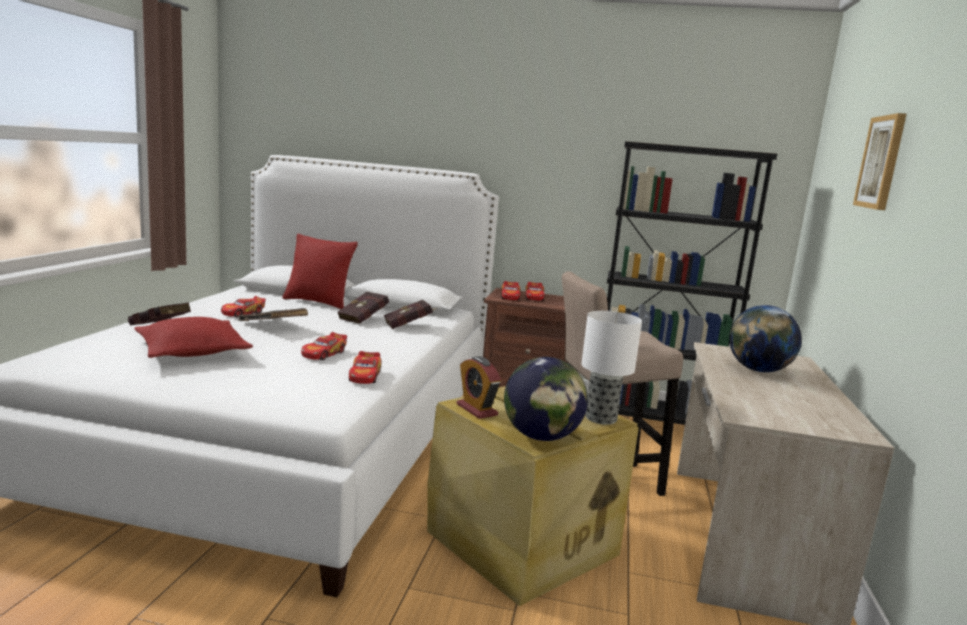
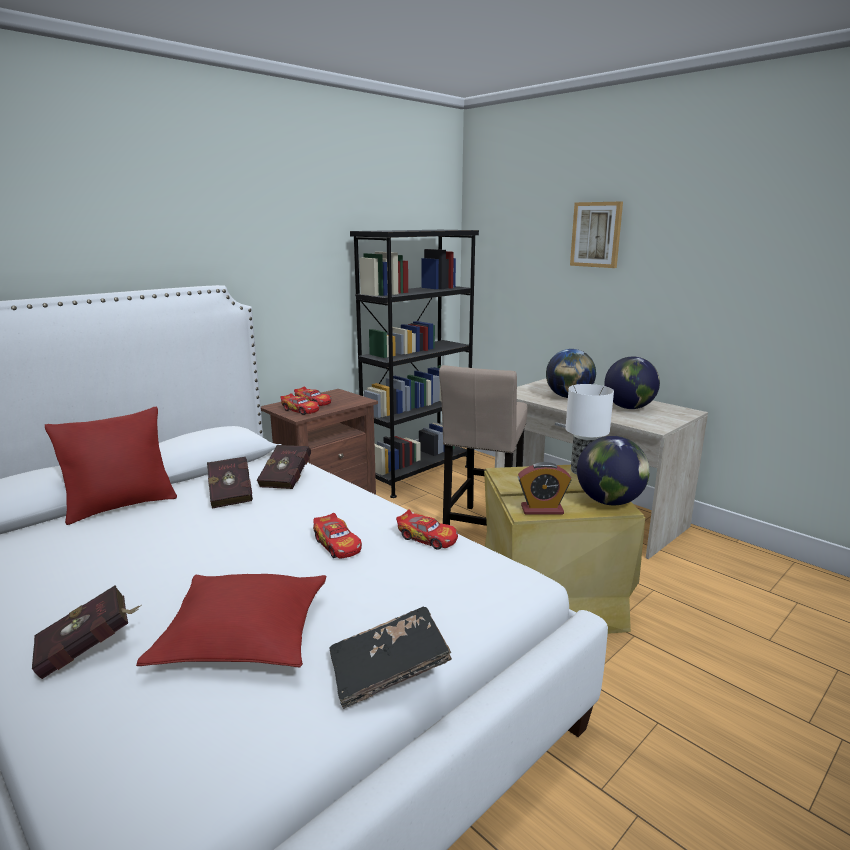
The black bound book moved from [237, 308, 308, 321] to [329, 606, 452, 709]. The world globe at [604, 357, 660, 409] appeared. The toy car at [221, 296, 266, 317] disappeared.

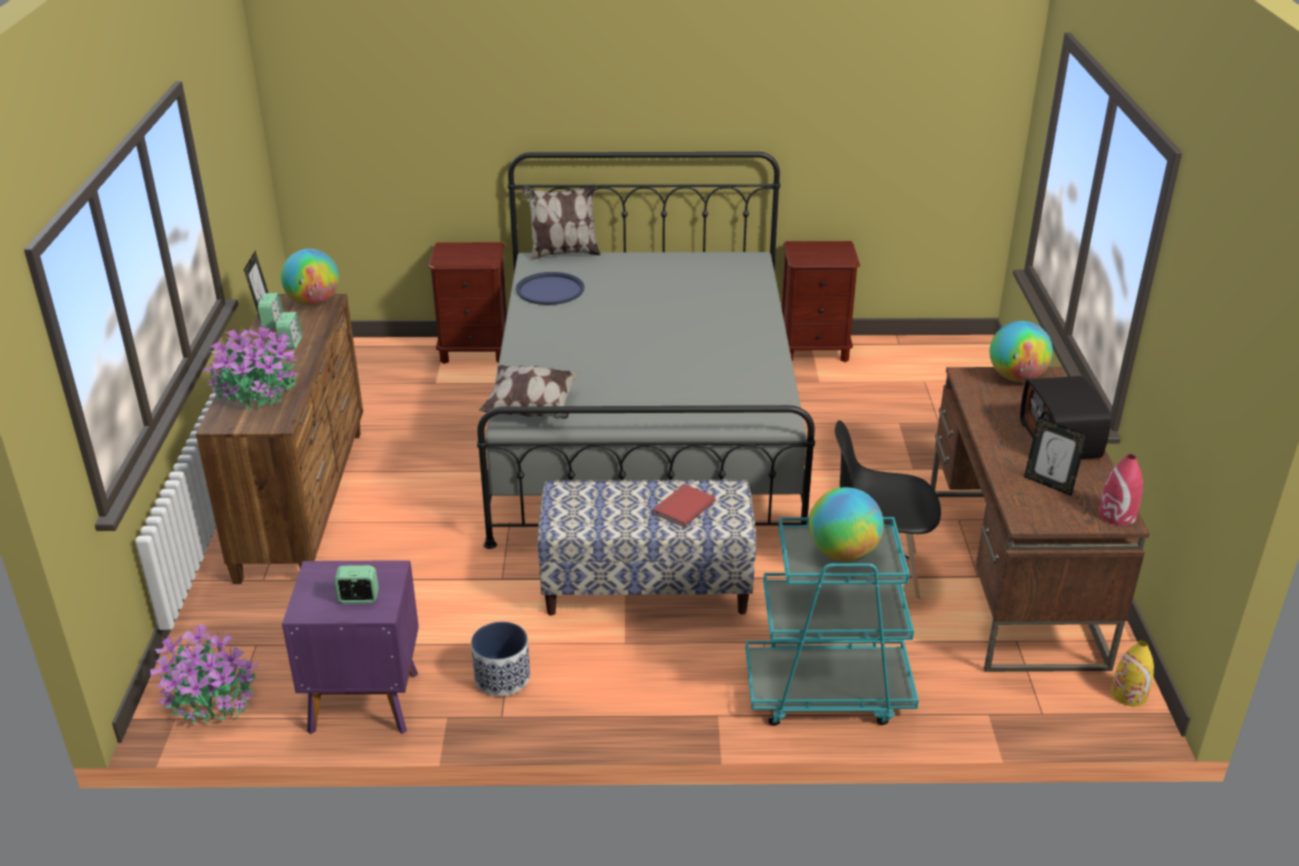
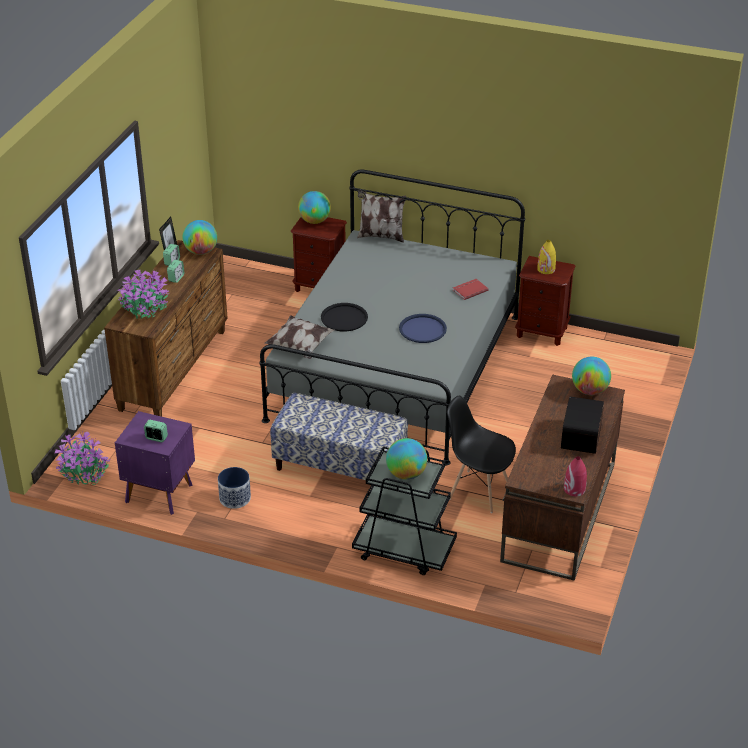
The world globe at [298, 191, 331, 224] appeared. The black tray at [321, 303, 368, 331] appeared. The blue-green cart at [746, 509, 919, 726] became the black cart at [352, 446, 457, 575]. The blue tray moved from [516, 272, 585, 305] to [399, 314, 447, 343]. The red bound book moved from [653, 484, 716, 527] to [453, 279, 488, 300]. The yellowish decorative vase moved from [1111, 640, 1154, 706] to [537, 240, 556, 274]. The picture frame at [1024, 417, 1087, 496] disappeared.

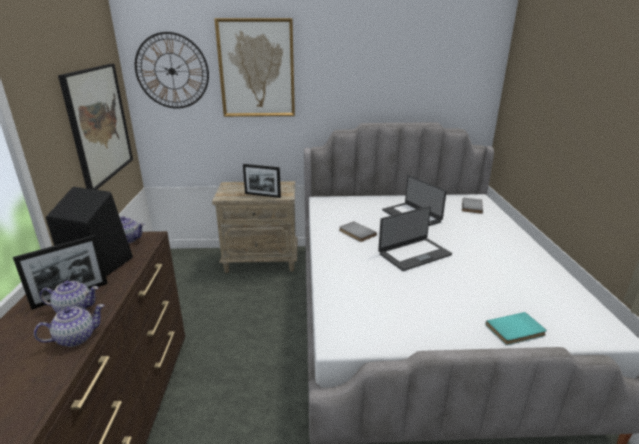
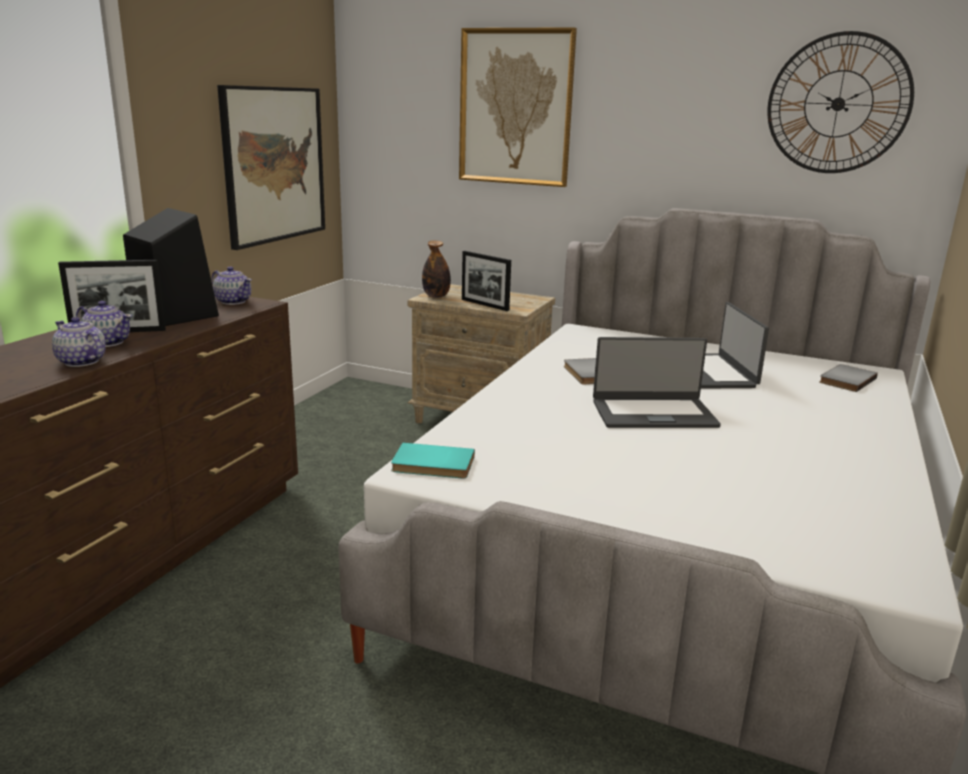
The tea pot at [34, 304, 105, 347] turned 135 degrees counterclockwise. The blue-green bound book moved from [485, 312, 547, 345] to [391, 443, 475, 478]. The beverage bottle at [422, 240, 451, 298] appeared. The clock on the wall moved from [135, 32, 209, 109] to [768, 31, 914, 173].

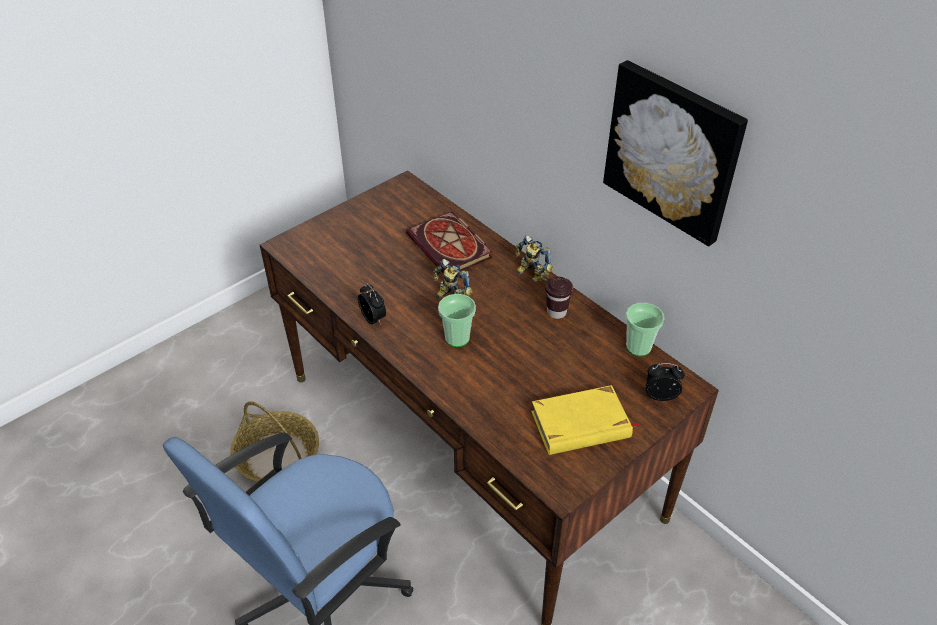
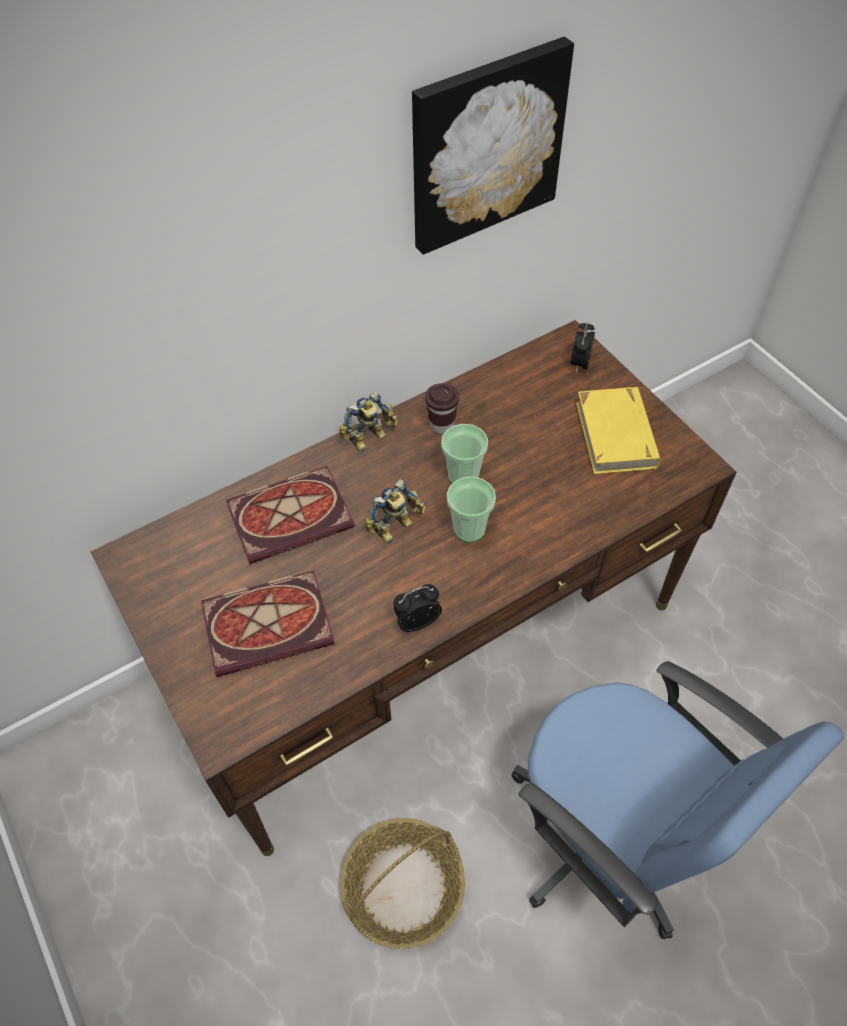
The bound book at [201, 570, 335, 677] appeared. The cup moved from [625, 303, 664, 356] to [441, 424, 488, 484].

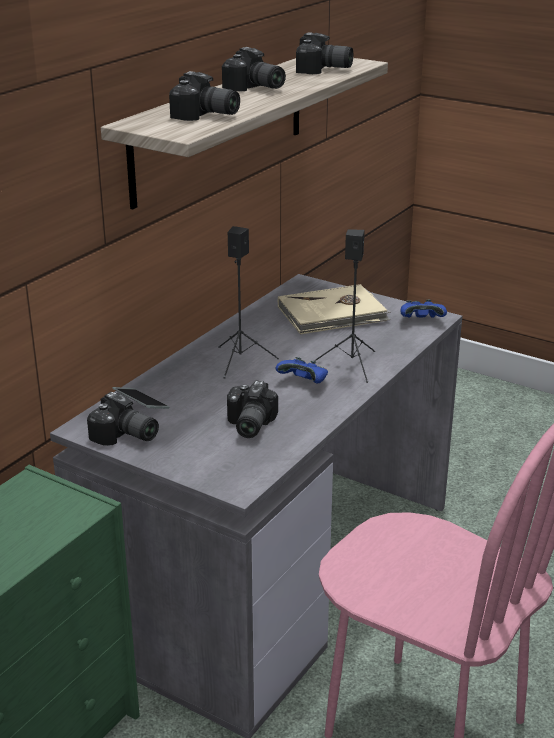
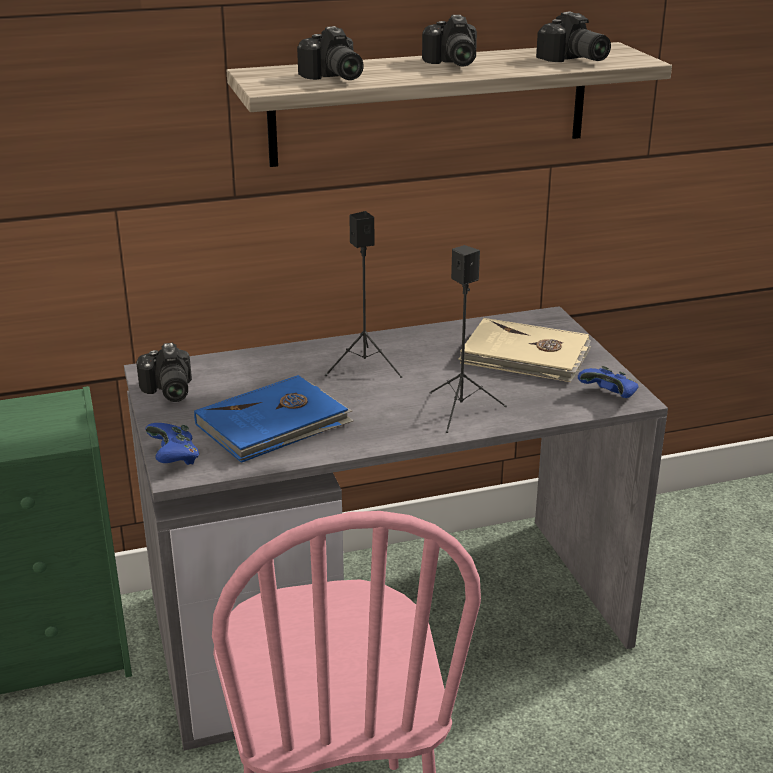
The blue game controller moved from [276, 357, 328, 383] to [145, 423, 199, 465]. The photo camera at [227, 381, 278, 438] was replaced by the blue bound book at [194, 375, 354, 463]. The telephone at [112, 387, 170, 409] disappeared.

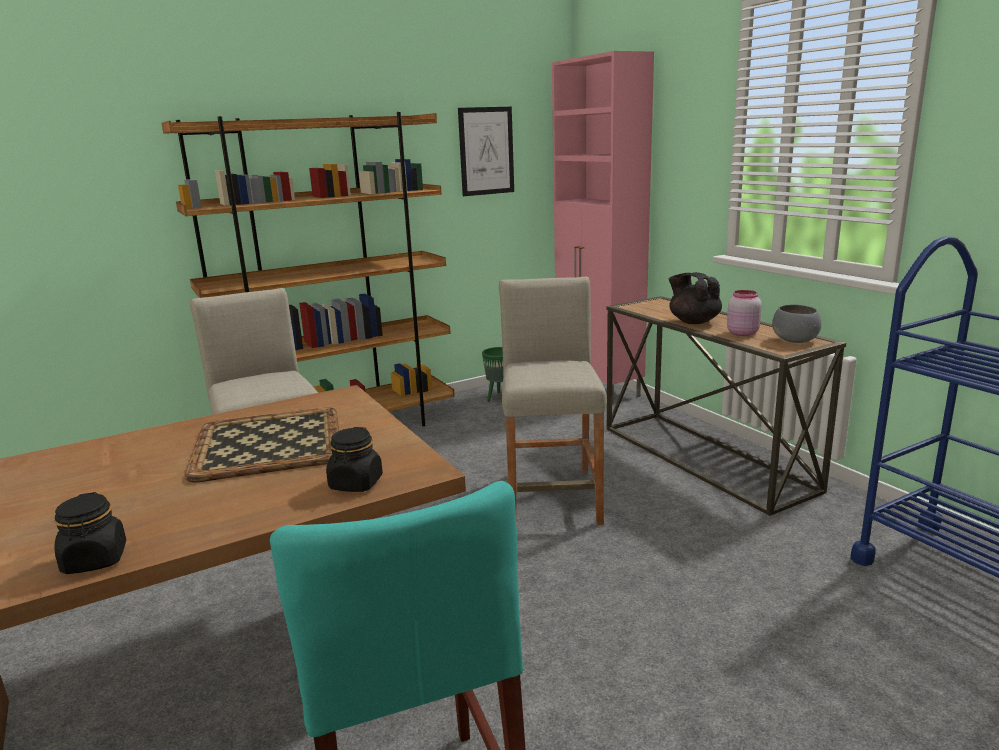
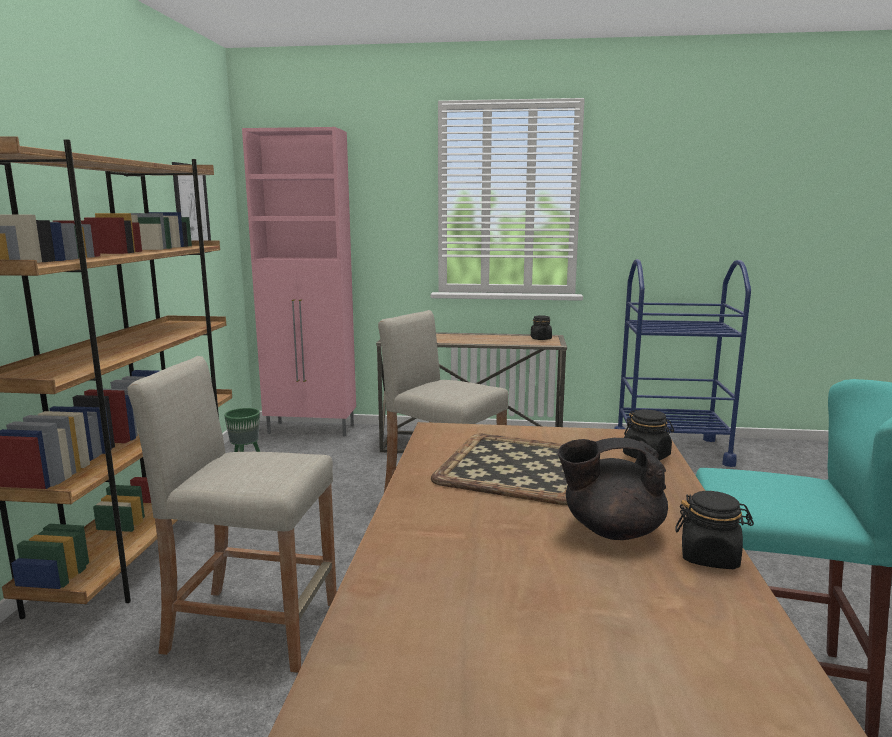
The greyish deep dish at [772, 305, 822, 343] was replaced by the black preserve jar at [531, 315, 552, 340]. The black tea pot moved from [669, 272, 722, 324] to [558, 438, 668, 540]. The pinkish preserve jar at [727, 290, 762, 336] disappeared.

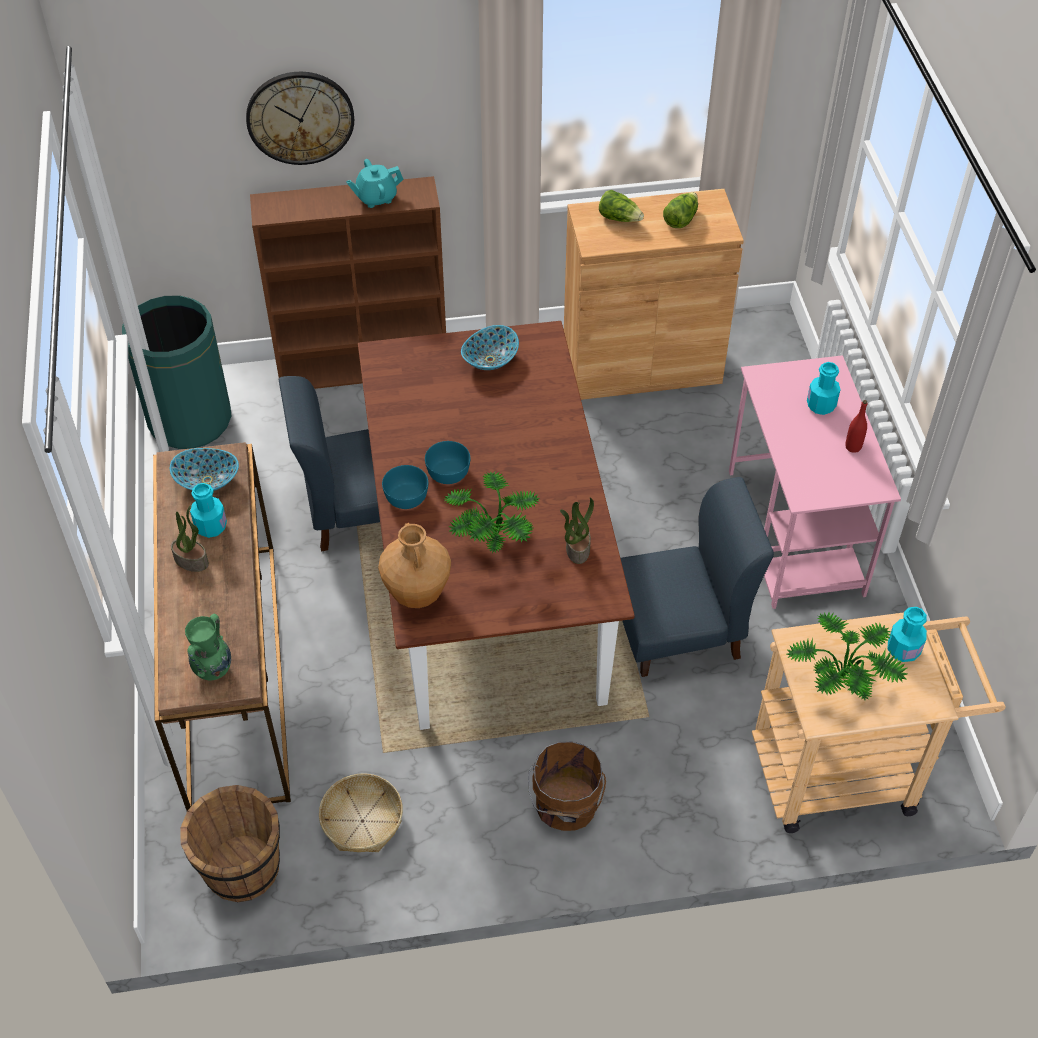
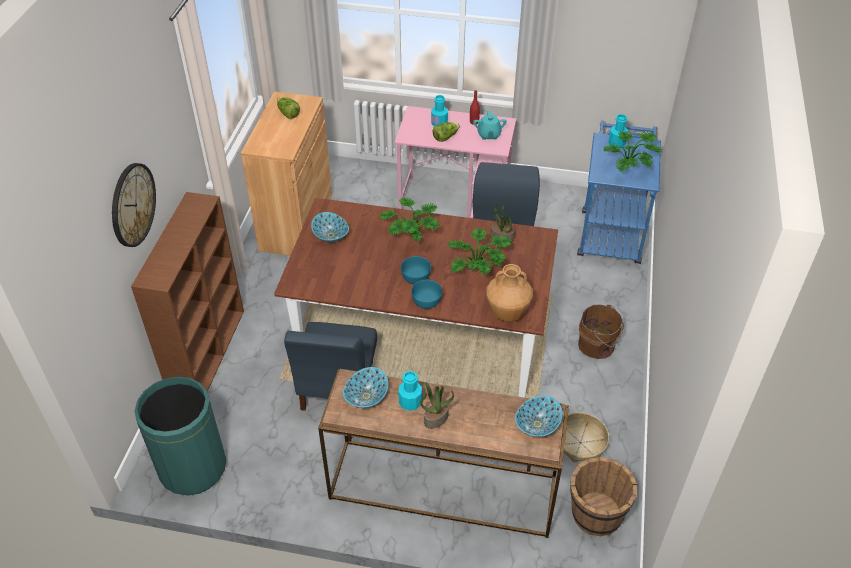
The houseplant at [378, 197, 440, 242] appeared. The head of lettuce moved from [599, 190, 644, 222] to [433, 122, 460, 142]. The blue-green tea pot moved from [346, 159, 403, 208] to [473, 111, 507, 140]. The greenish decorative vase at [185, 614, 231, 680] was replaced by the deep dish at [515, 395, 563, 437]. The beige-coloured cart at [752, 612, 1006, 833] became the blue cart at [577, 120, 661, 264].

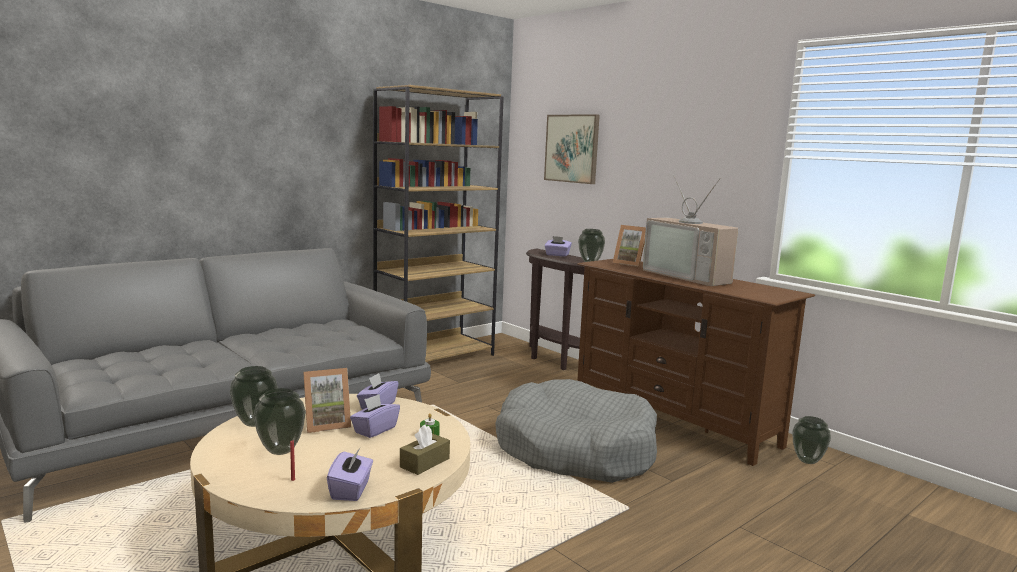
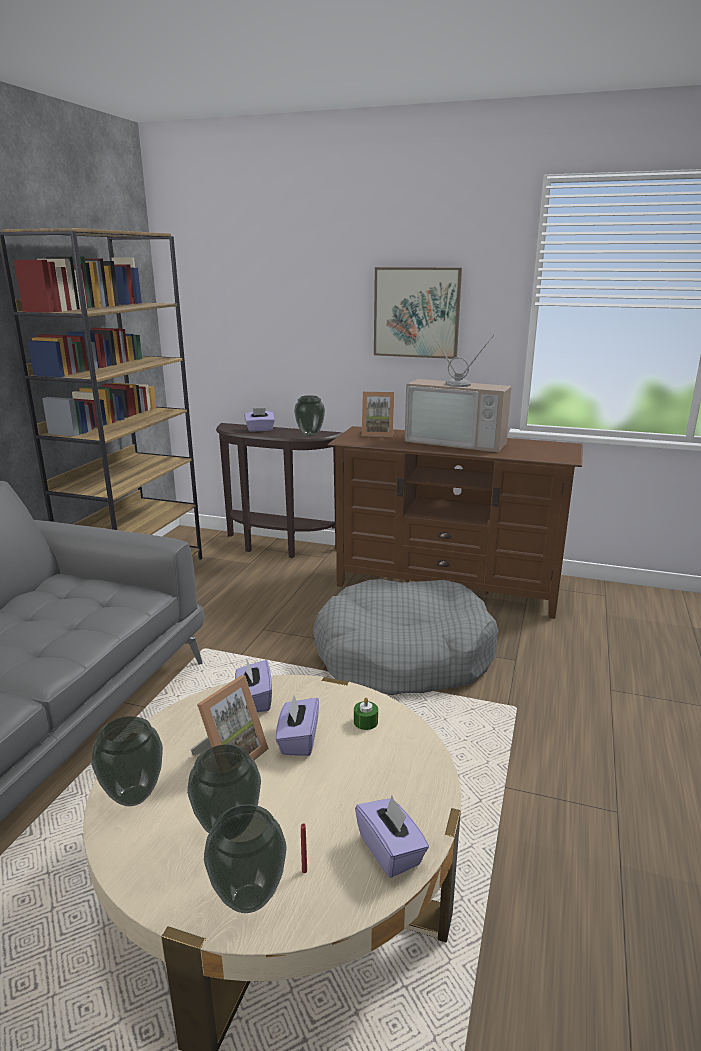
The decorative vase moved from [792, 416, 831, 464] to [204, 804, 287, 913]. The wall art moved from [544, 114, 600, 184] to [374, 267, 462, 359]. The brown-coloured tissue box at [400, 425, 450, 475] disappeared.

